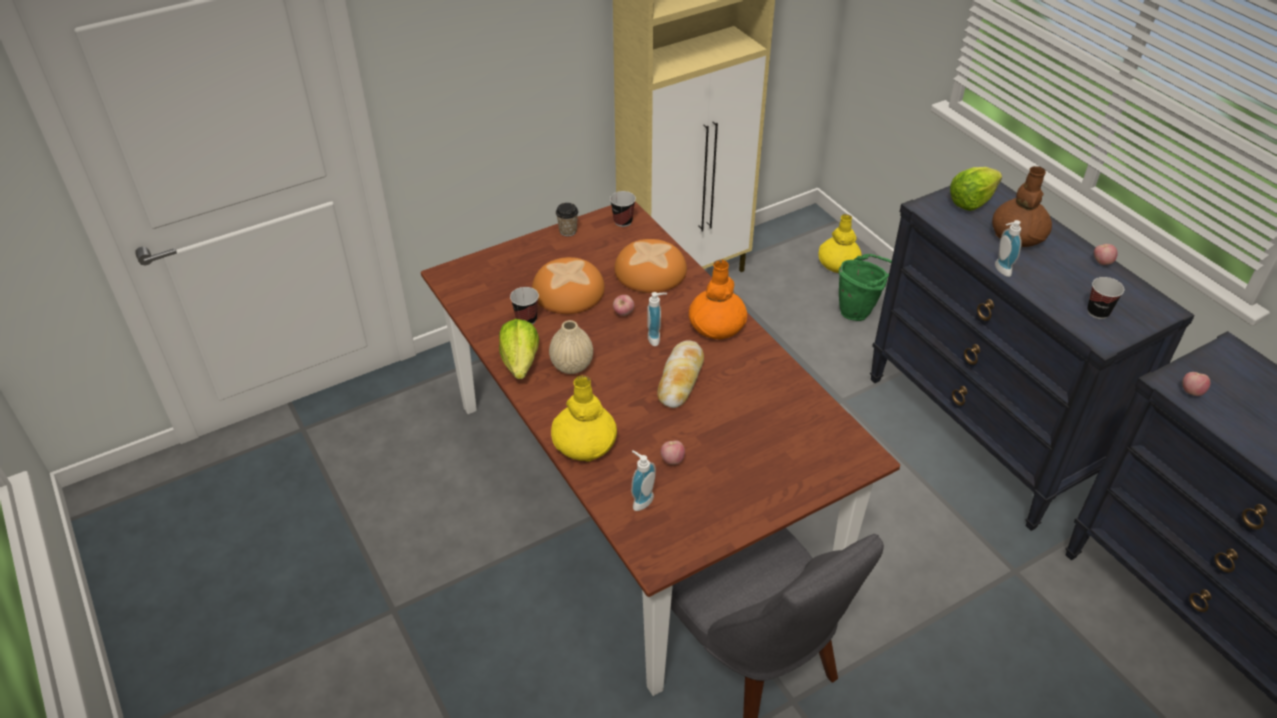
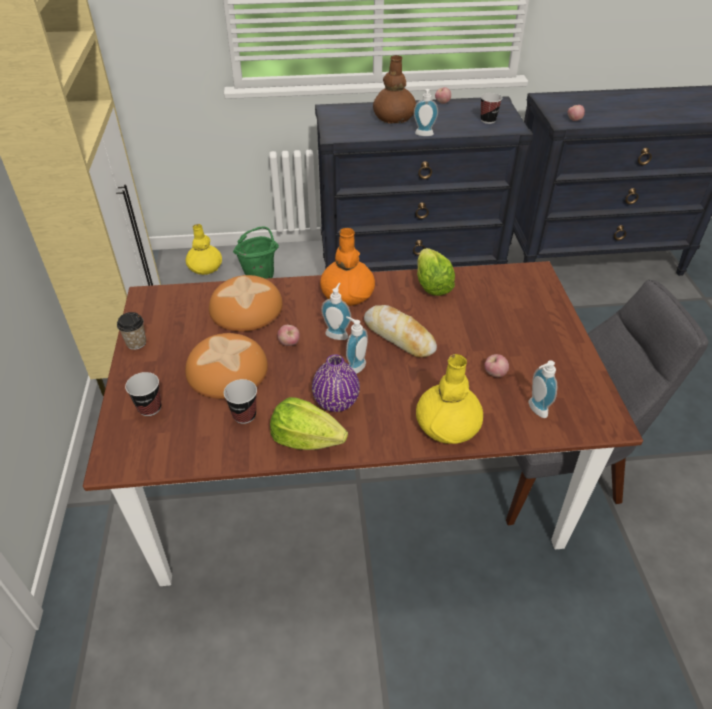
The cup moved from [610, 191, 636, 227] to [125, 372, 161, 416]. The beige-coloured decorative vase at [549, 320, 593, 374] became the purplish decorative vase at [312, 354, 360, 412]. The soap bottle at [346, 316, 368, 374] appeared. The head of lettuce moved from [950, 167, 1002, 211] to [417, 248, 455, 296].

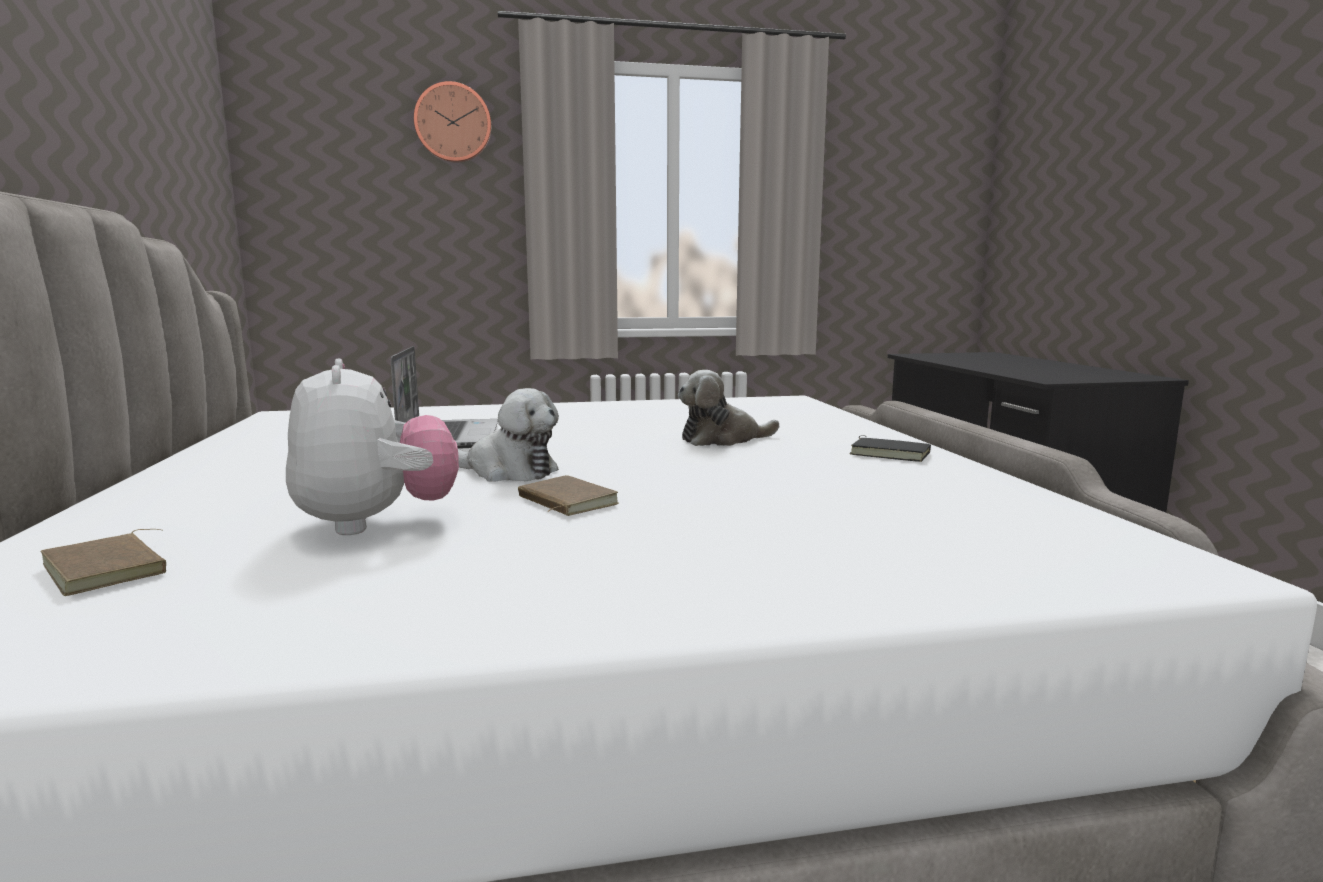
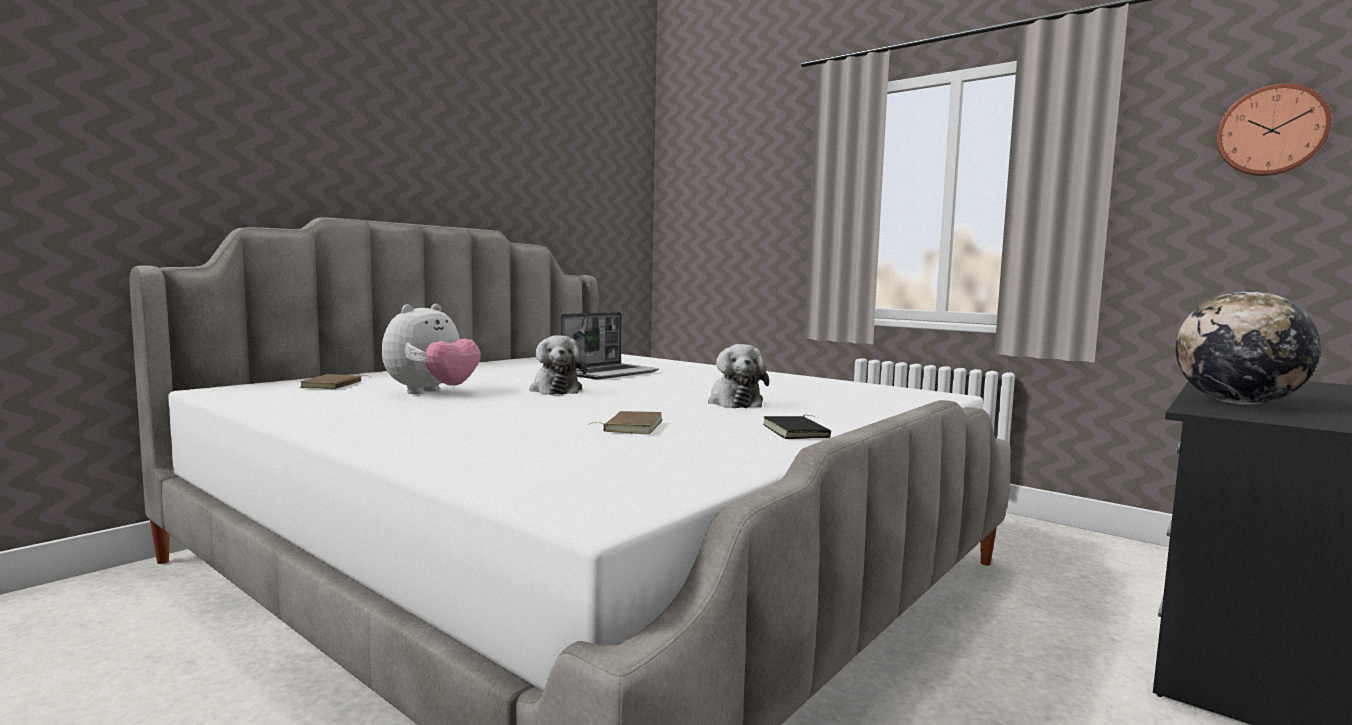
The brown-coloured bound book moved from [518, 475, 619, 516] to [590, 411, 662, 434]. The soft toy at [678, 370, 779, 446] turned 135 degrees counterclockwise. The world globe at [1176, 291, 1321, 405] appeared. The clock on the wall moved from [414, 81, 491, 163] to [1217, 84, 1332, 176].

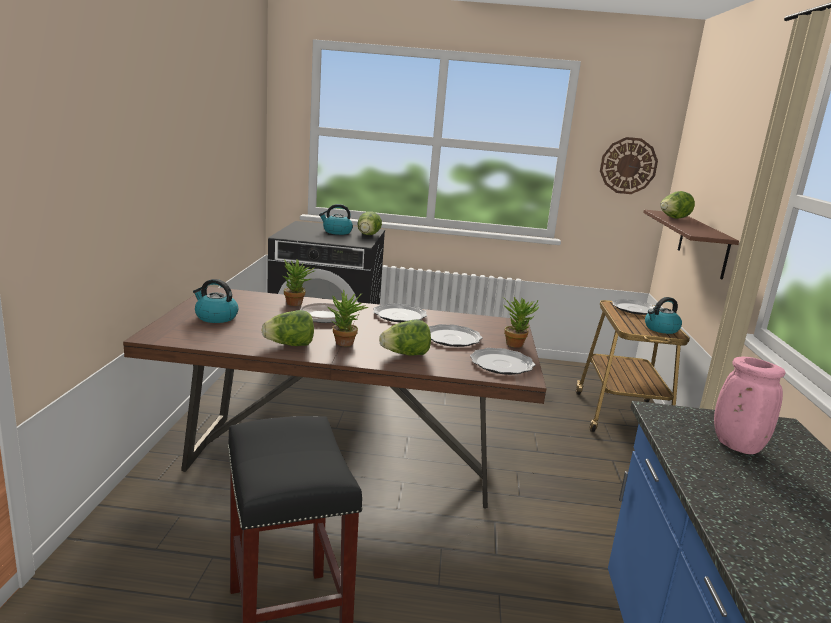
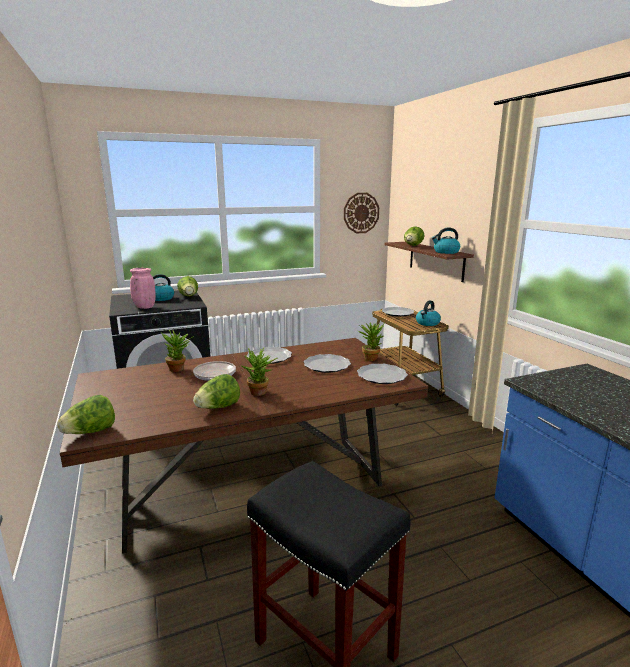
The head of lettuce moved from [379, 320, 431, 356] to [57, 395, 115, 434]. The pinkish decorative vase moved from [714, 357, 786, 454] to [130, 268, 156, 309]. The tea kettle moved from [193, 279, 238, 323] to [432, 228, 460, 254].

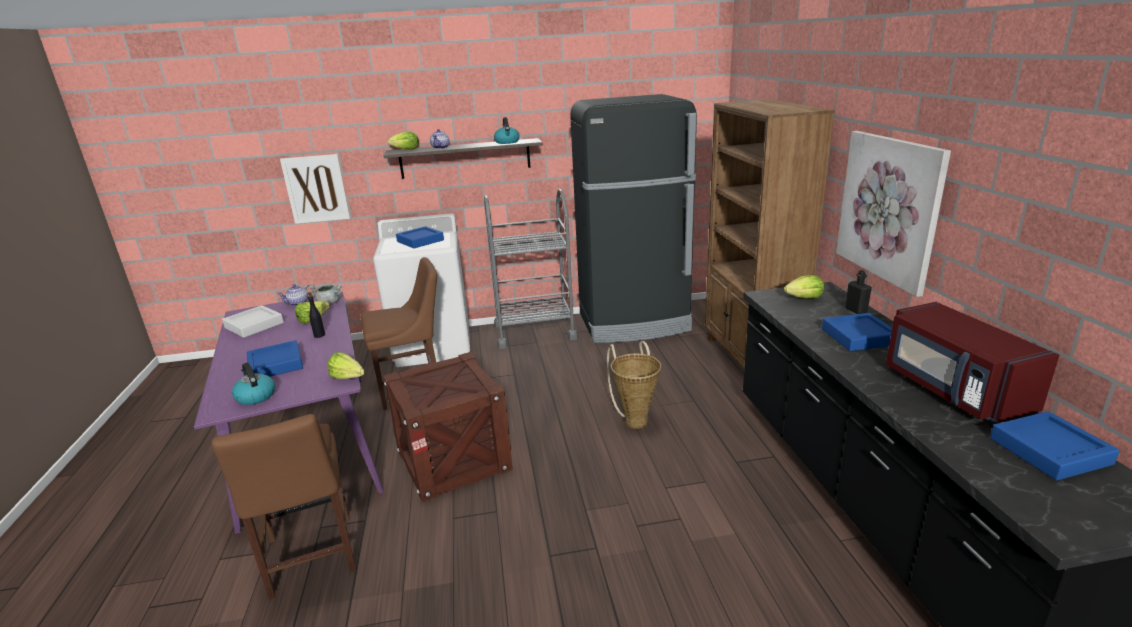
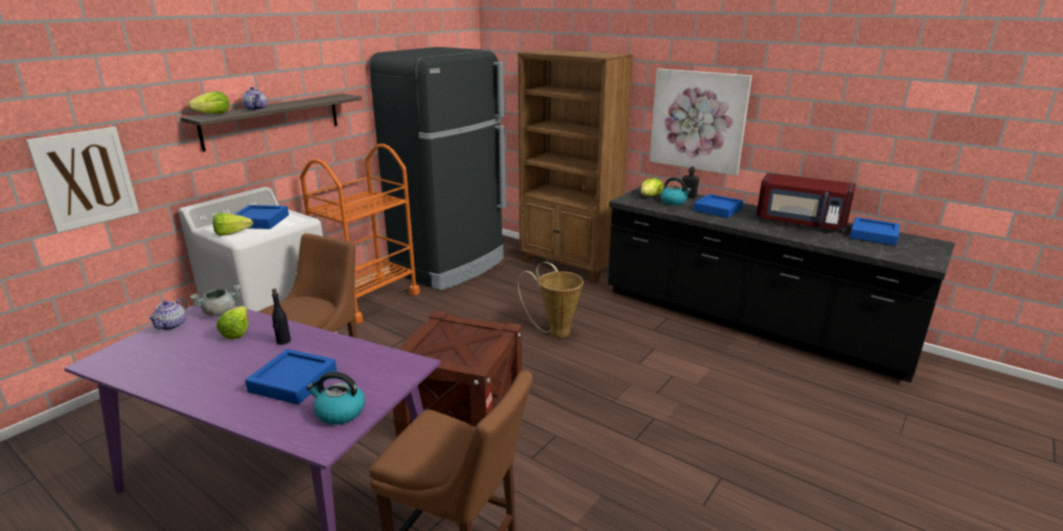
The head of lettuce moved from [328, 352, 364, 379] to [213, 213, 253, 236]. The greyish cart at [484, 189, 578, 349] became the orange-coloured cart at [300, 144, 420, 324]. The tea kettle moved from [494, 117, 519, 144] to [661, 177, 691, 205]. The greyish tray at [222, 305, 284, 338] disappeared.

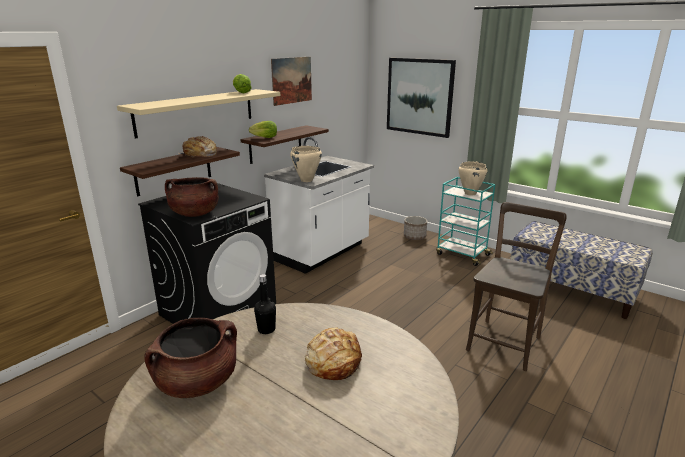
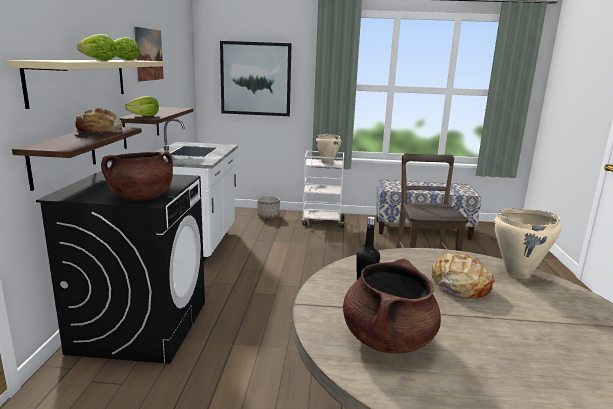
The head of lettuce at [77, 34, 117, 61] appeared. The blue-green cart at [436, 177, 495, 266] became the whitish cart at [301, 151, 346, 228]. The beige-coloured stockpot moved from [290, 146, 322, 182] to [494, 208, 561, 279].

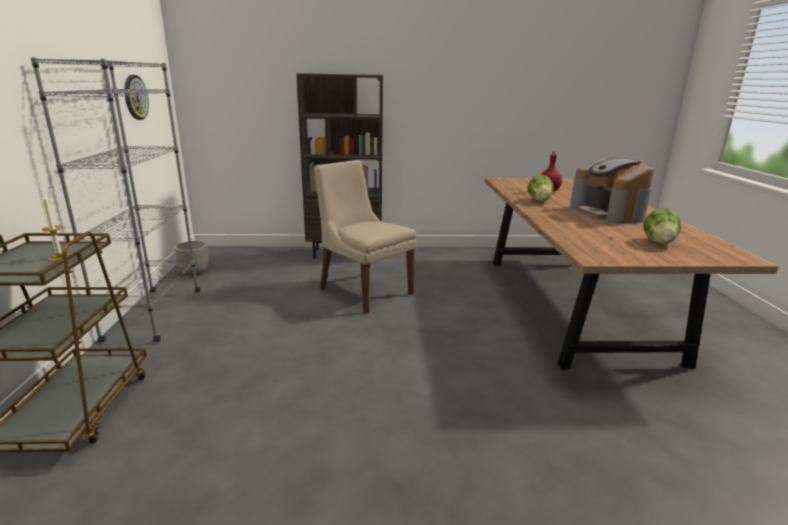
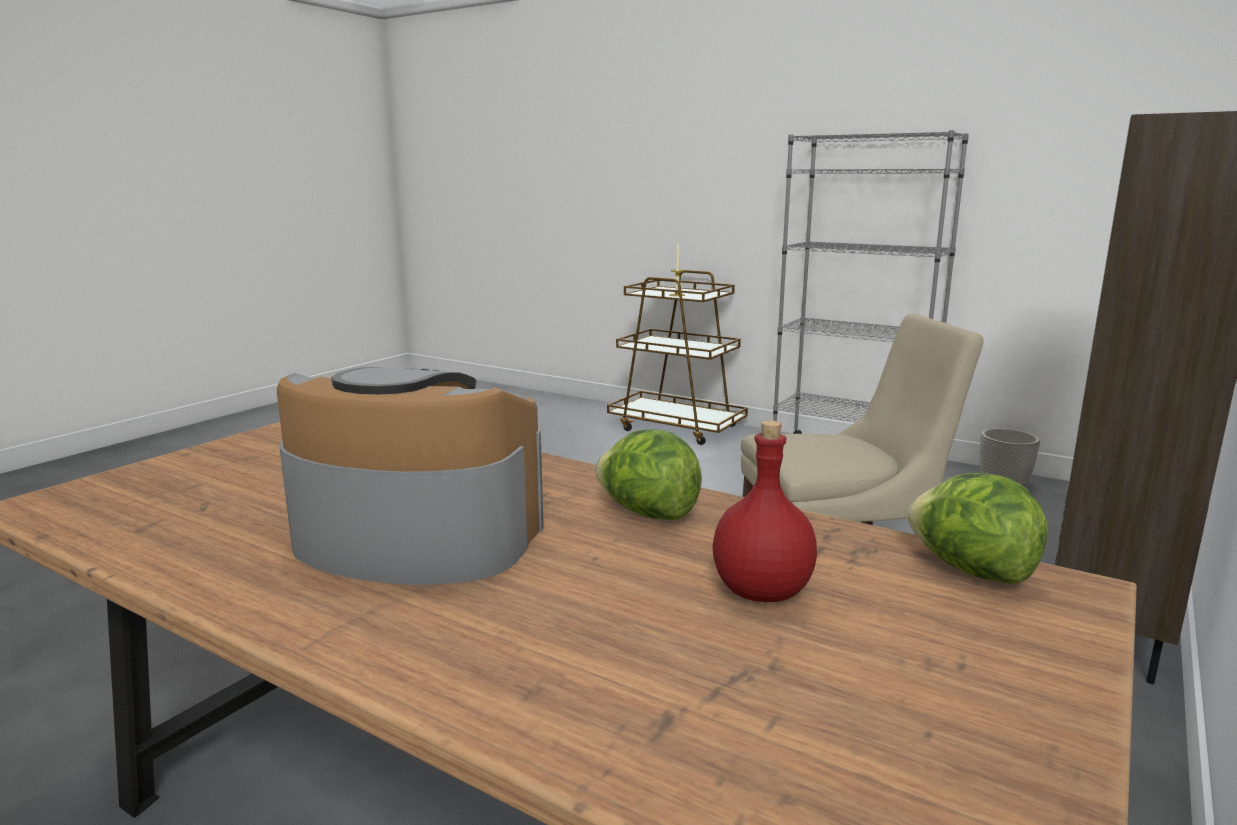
The head of lettuce moved from [643, 208, 681, 245] to [907, 473, 1048, 584]. The clock on the wall at [124, 75, 149, 120] disappeared.

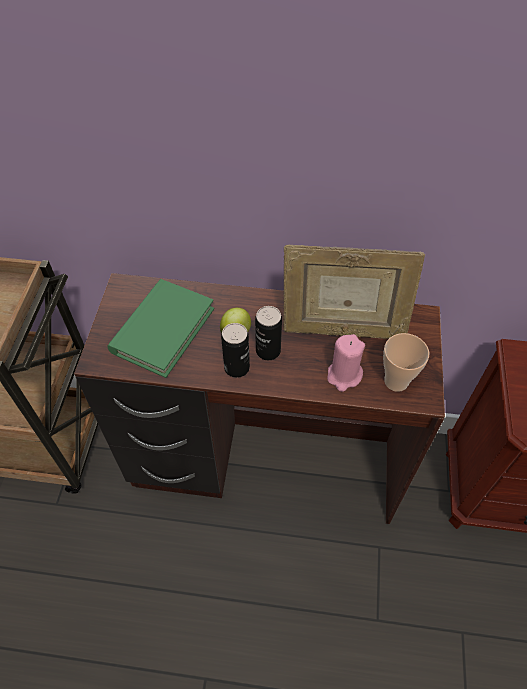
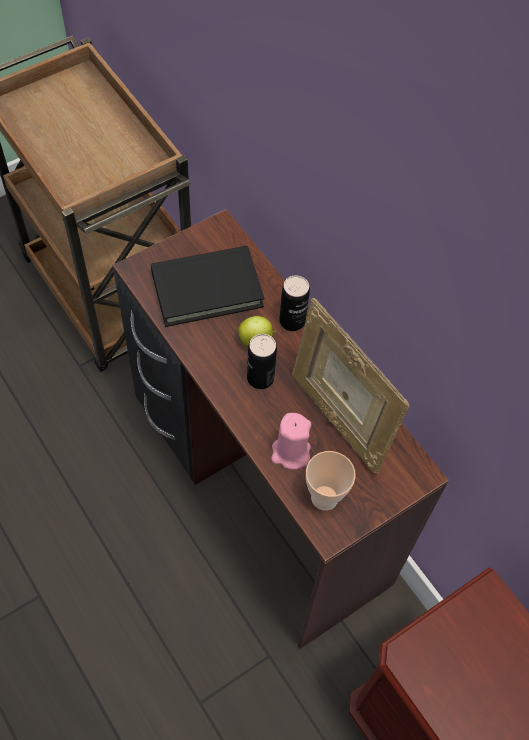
The greenish bound book at [107, 279, 214, 378] became the black bound book at [151, 246, 264, 327]. The can moved from [221, 323, 250, 378] to [279, 275, 310, 331].

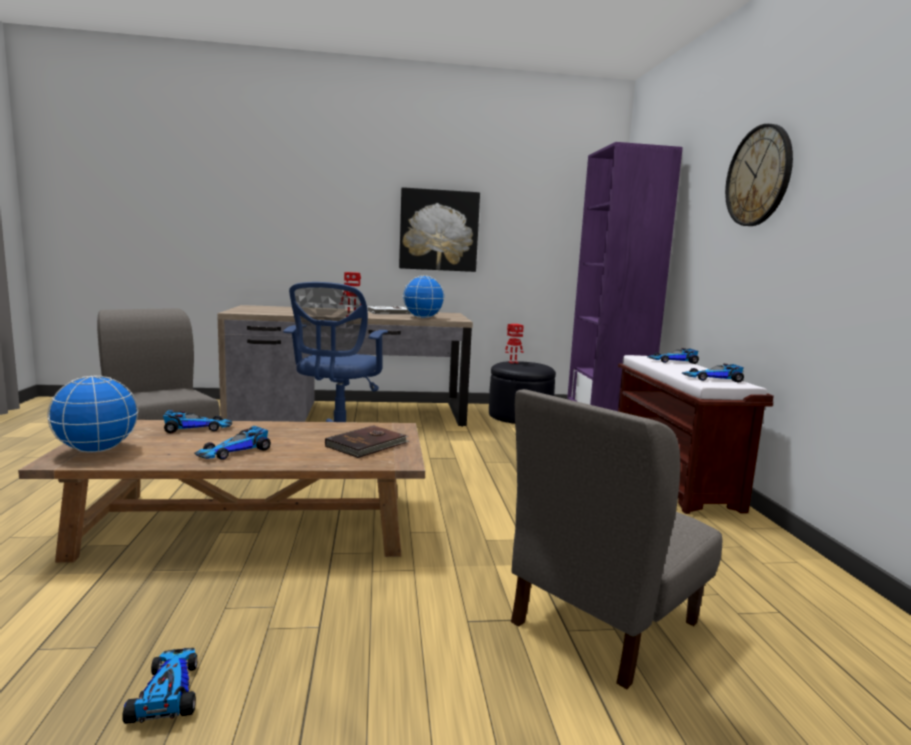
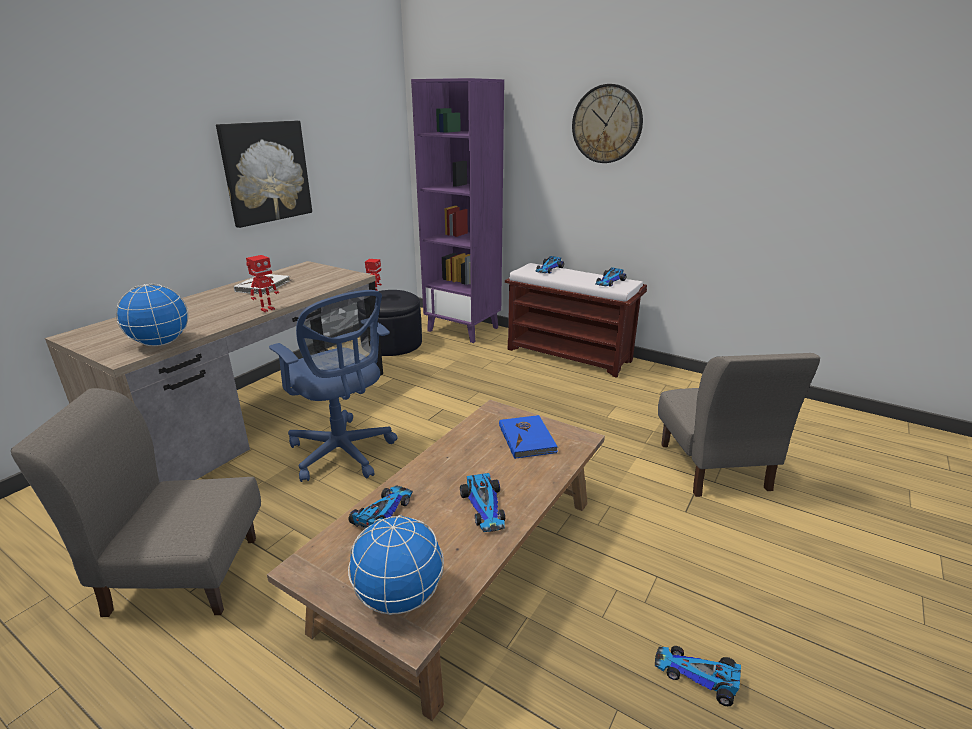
The world globe moved from [403, 275, 445, 318] to [116, 284, 189, 346]. The brown-coloured bound book at [325, 425, 409, 458] became the blue bound book at [499, 415, 558, 459].

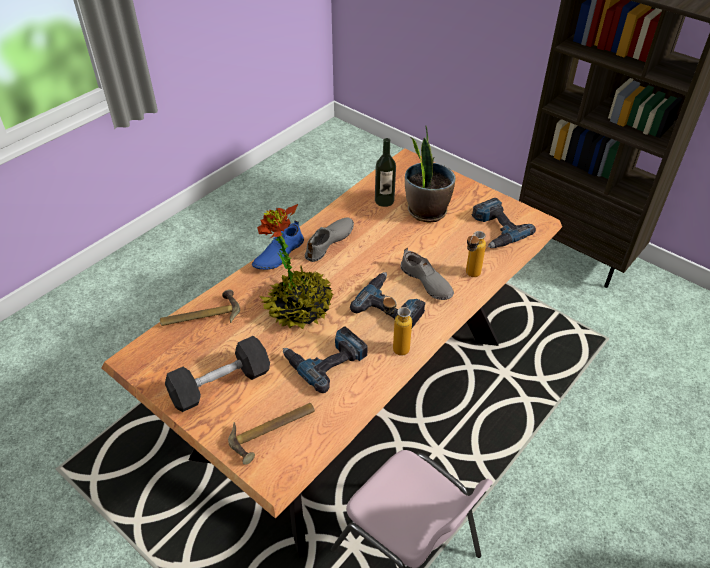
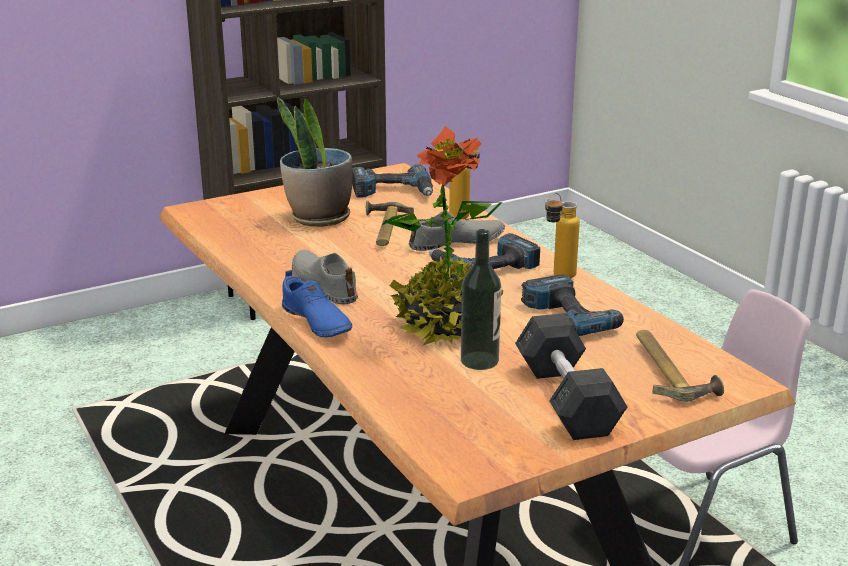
The hand hammer moved from [160, 290, 240, 326] to [366, 200, 414, 246]. The beverage bottle moved from [375, 138, 396, 207] to [461, 229, 501, 370].

